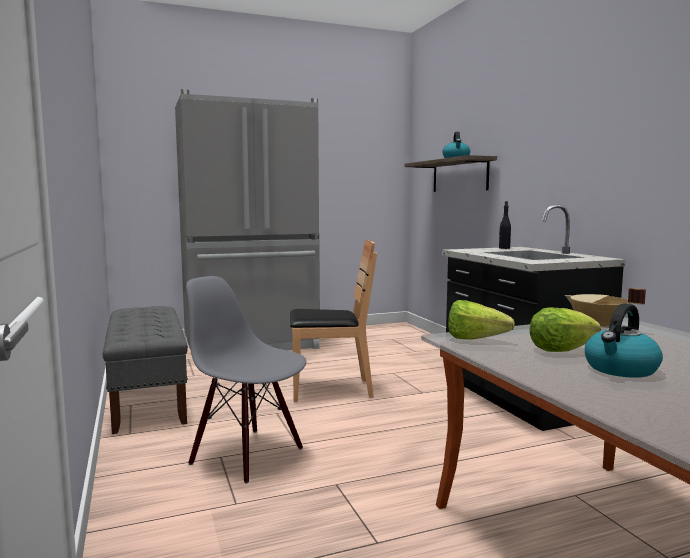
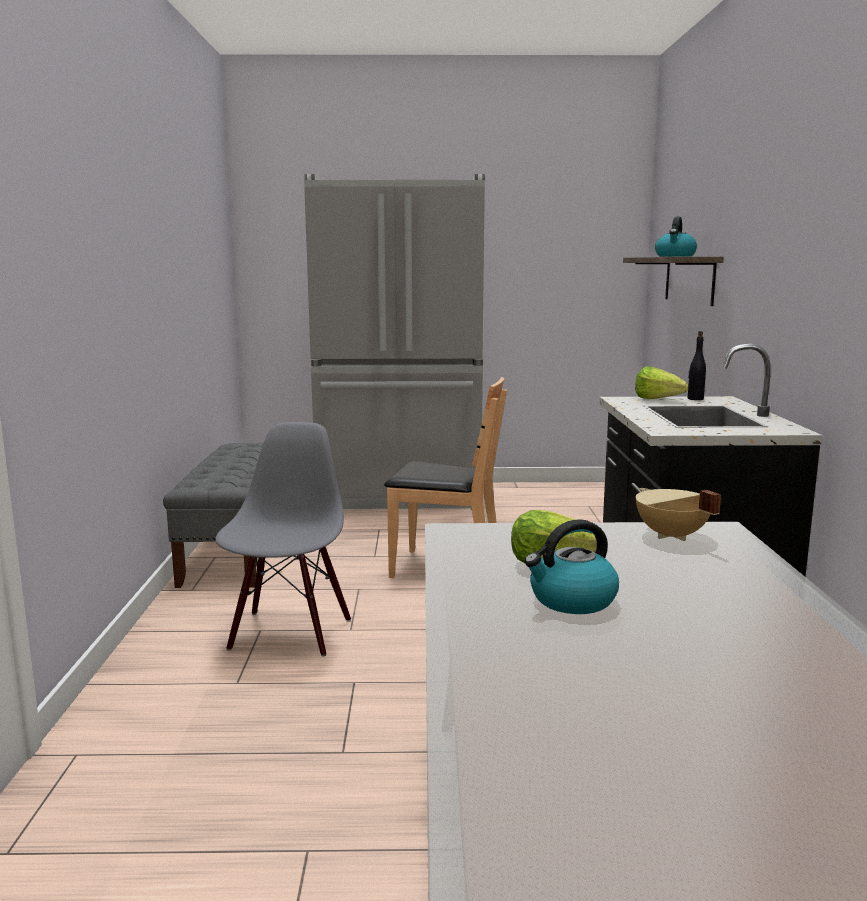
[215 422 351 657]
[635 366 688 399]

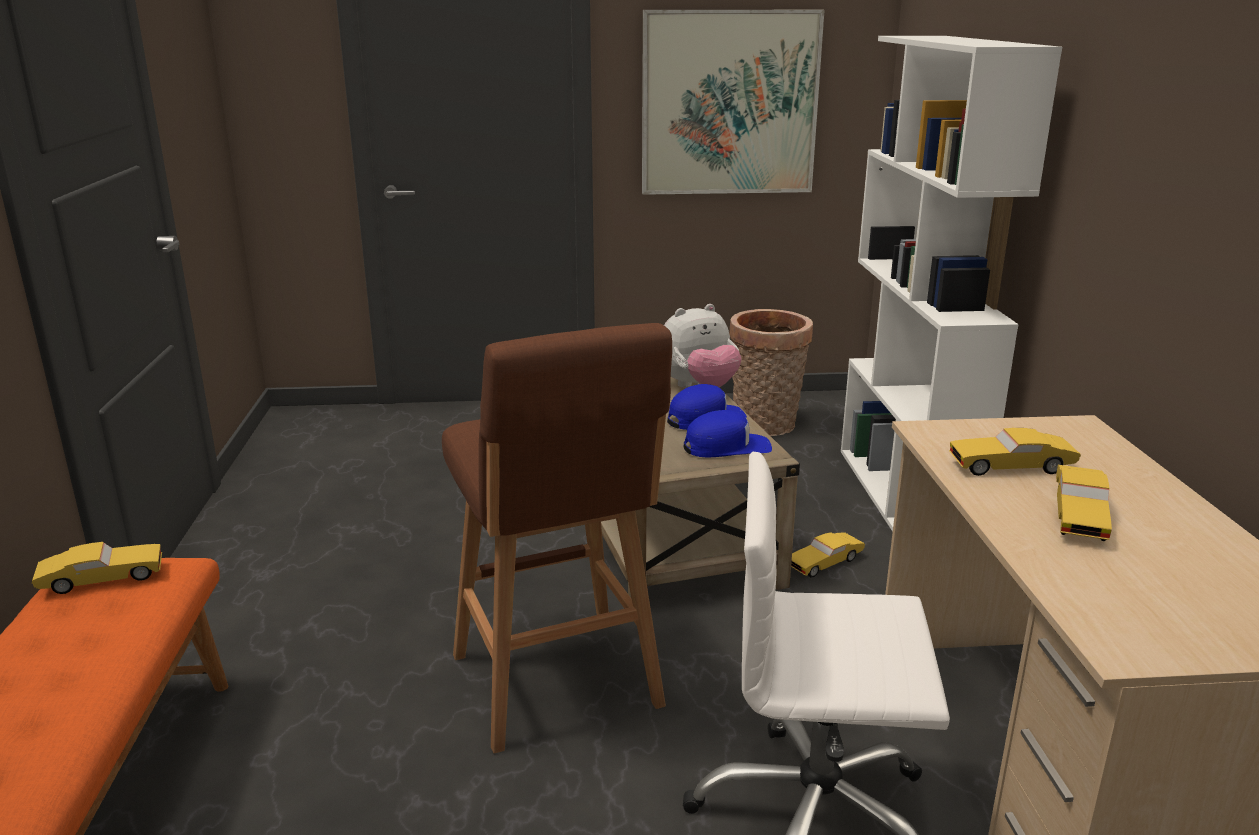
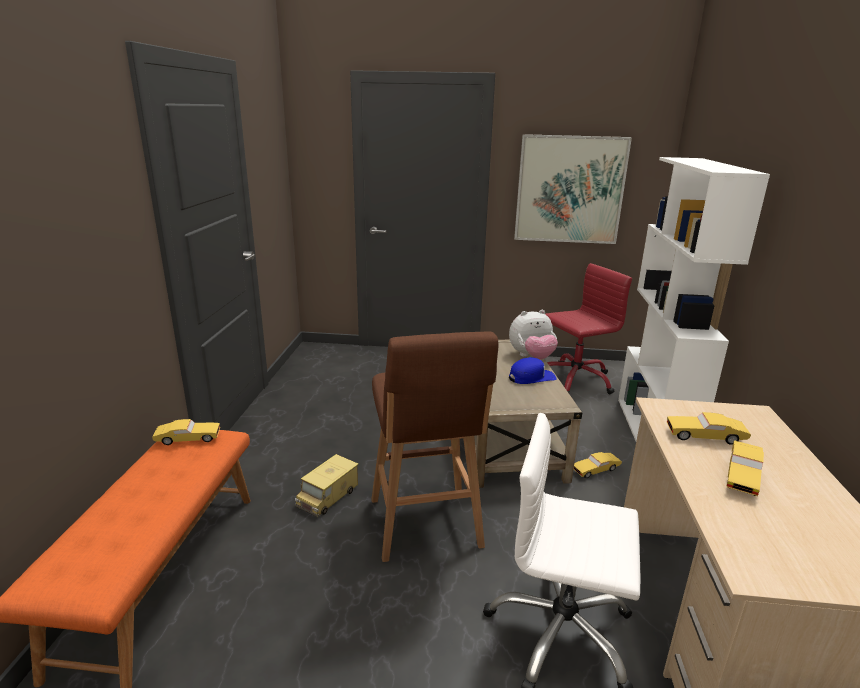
[545 263 632 394]
[684 410 772 457] (first image)
[295 454 359 517]

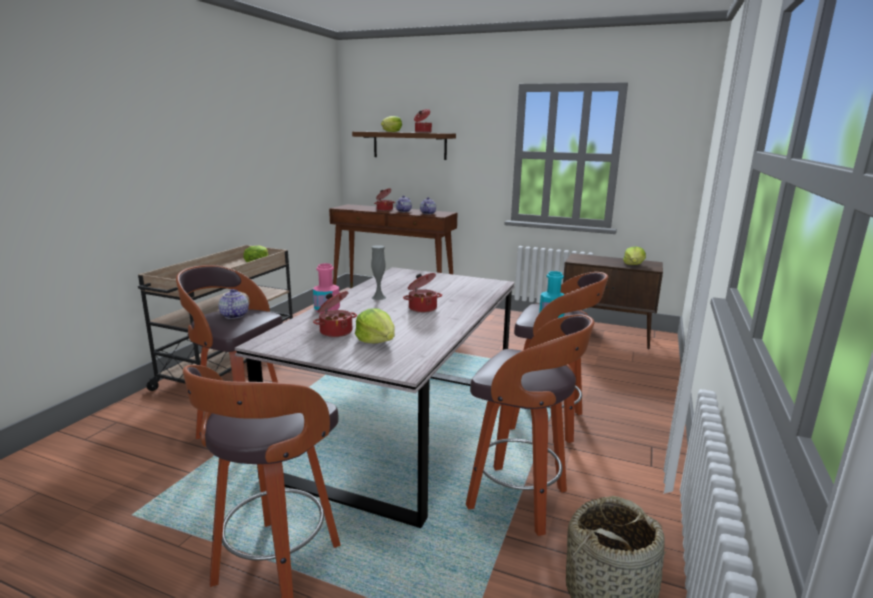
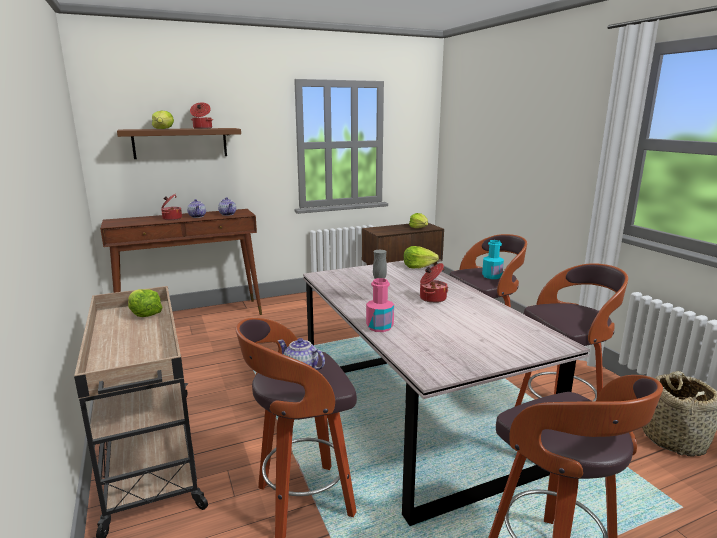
[313 291 357 337] (first image)
[404 246 439 268]

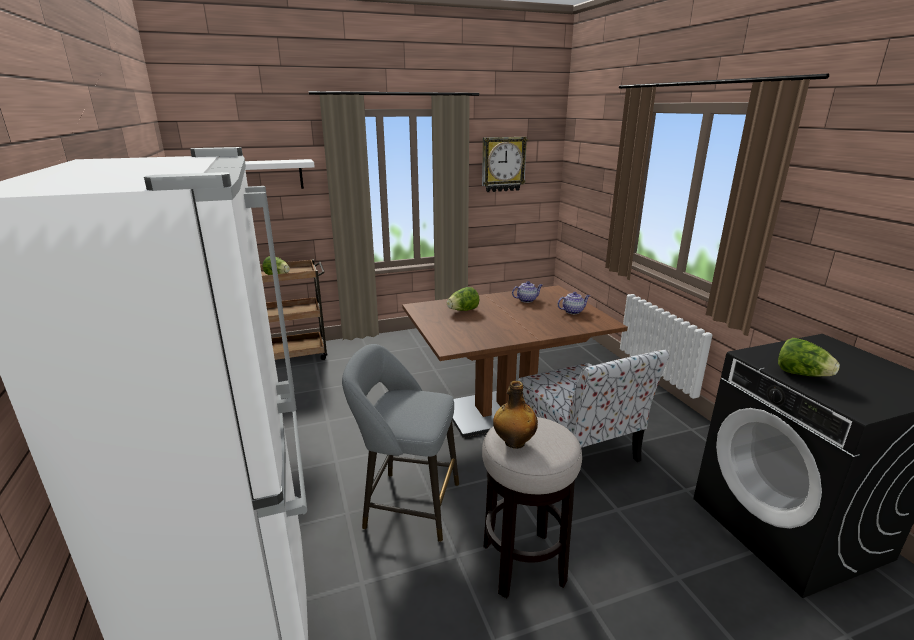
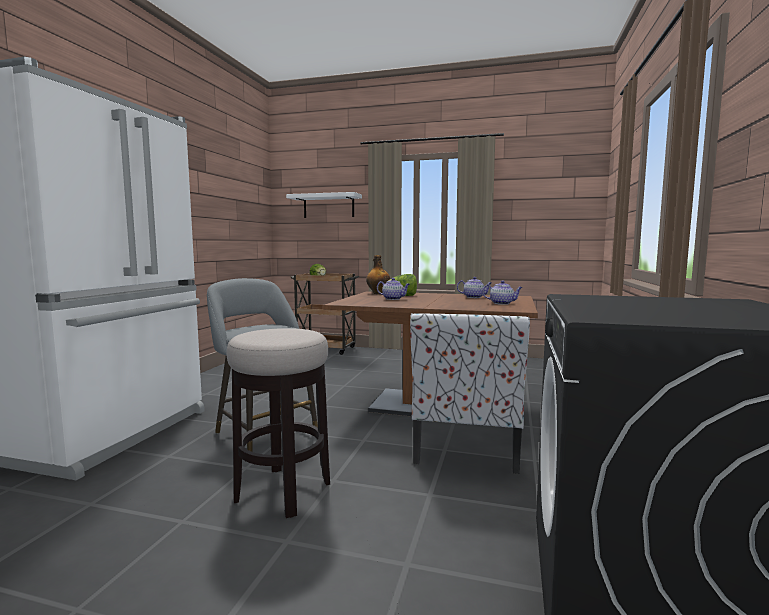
[482 137 528 192] (first image)
[778 338 840 377] (first image)
[366 255 390 294]
[377 278 410 300]

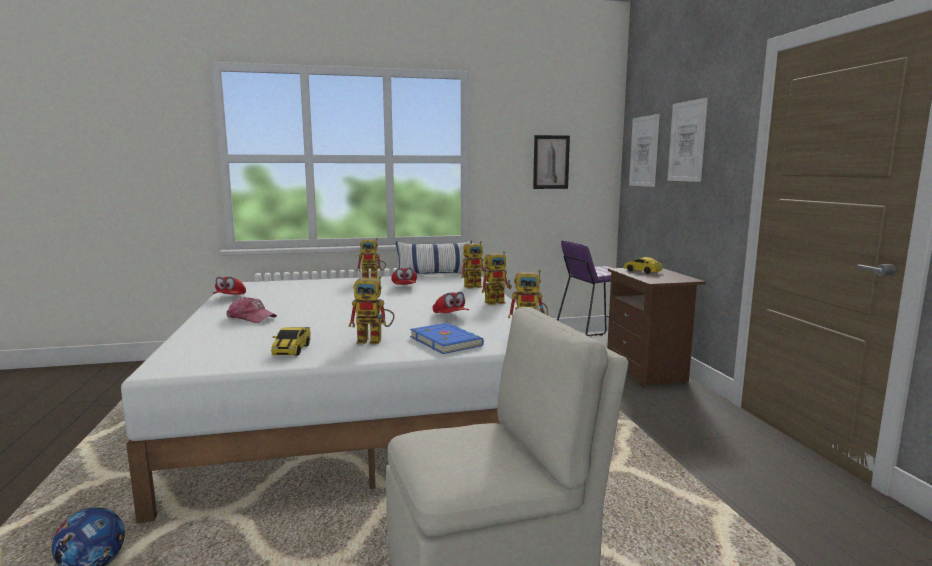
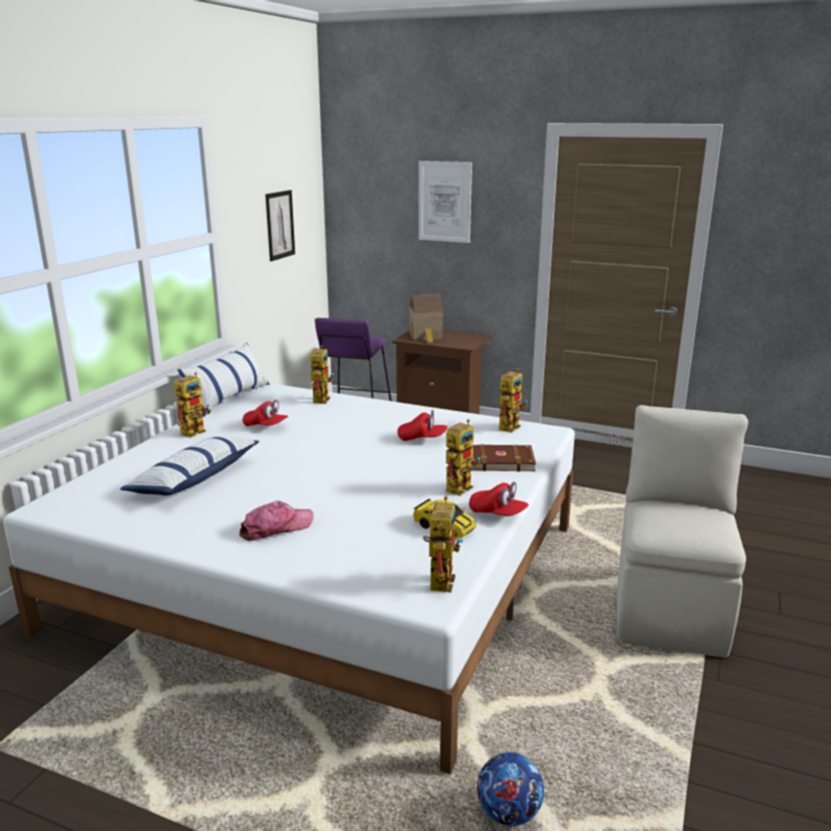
[629 114 660 187] (first image)
[423 496 463 593]
[409 294 443 343]
[469 482 529 516]
[471 444 536 472]
[120 436 259 496]

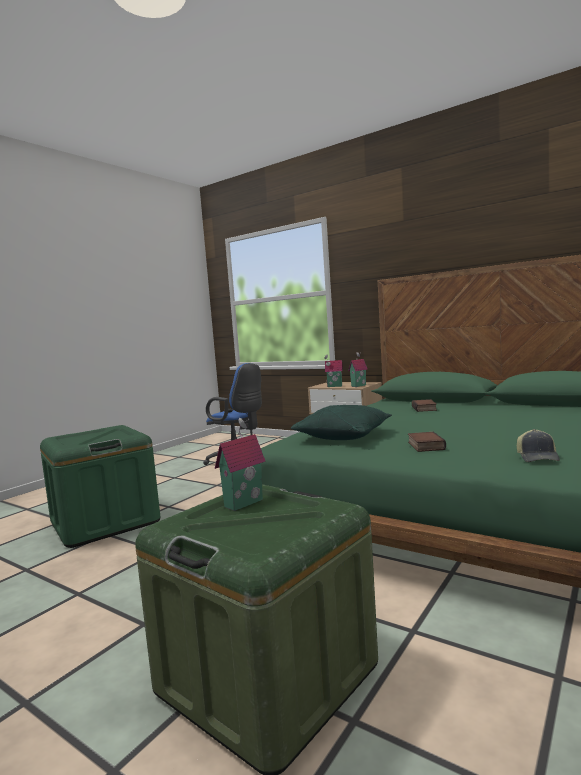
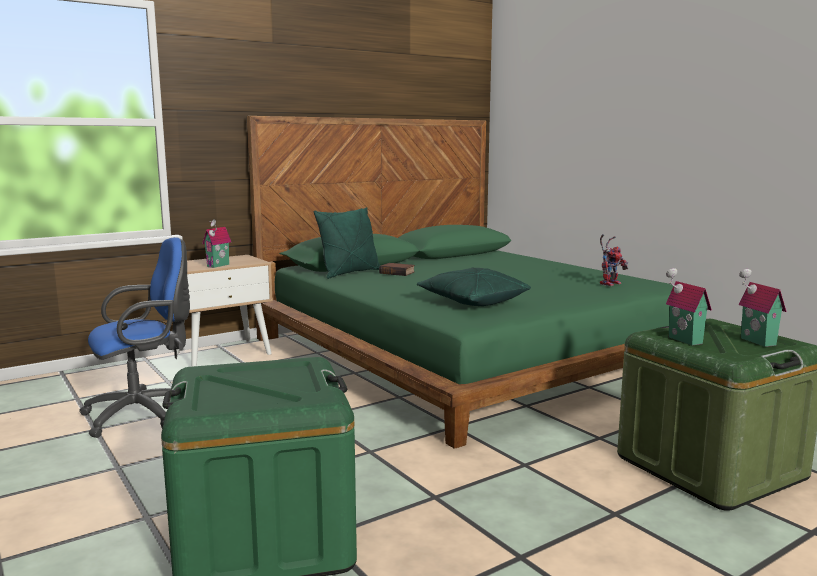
[738 269 786 347]
[600 234 628 286]
[408 432 446 452] (first image)
[314 207 381 279]

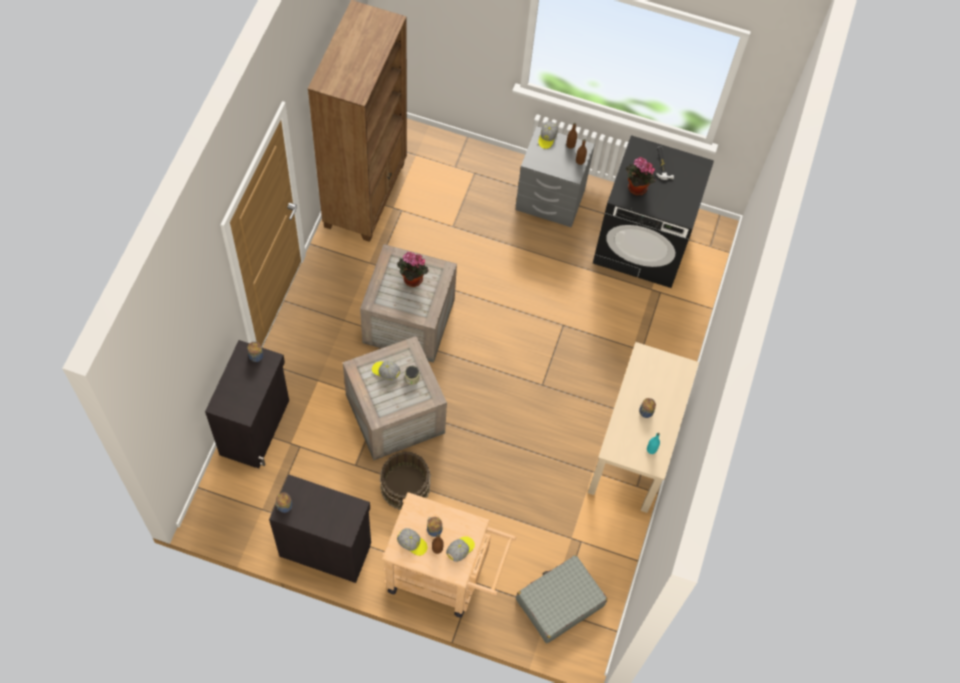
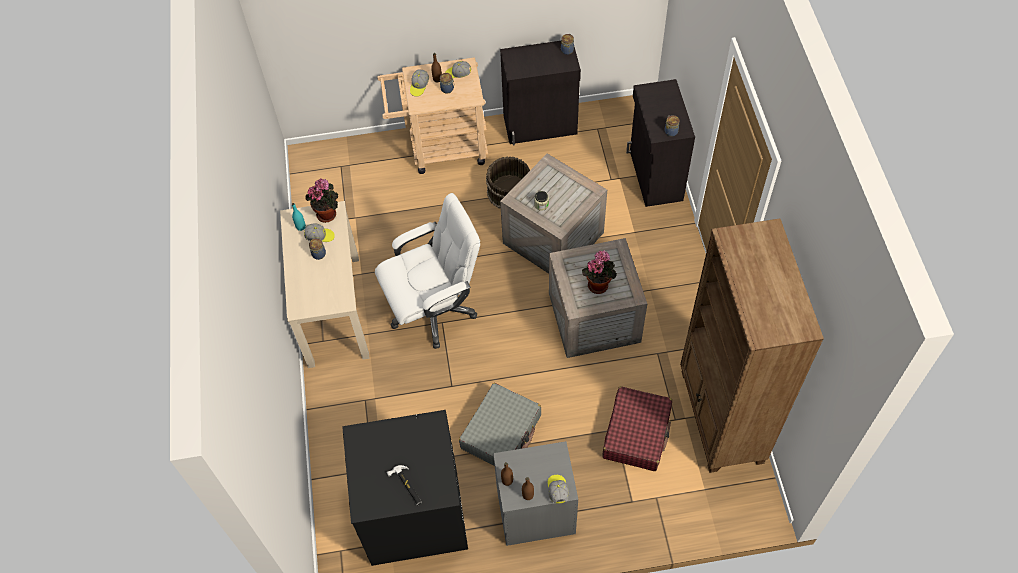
[305 179 338 223]
[304 223 335 242]
[459 383 541 465]
[375 193 480 349]
[602 386 672 471]

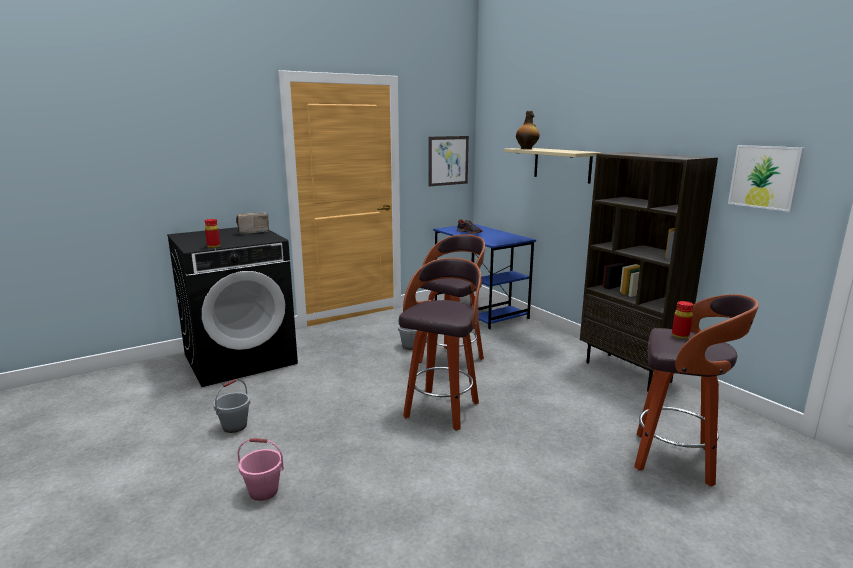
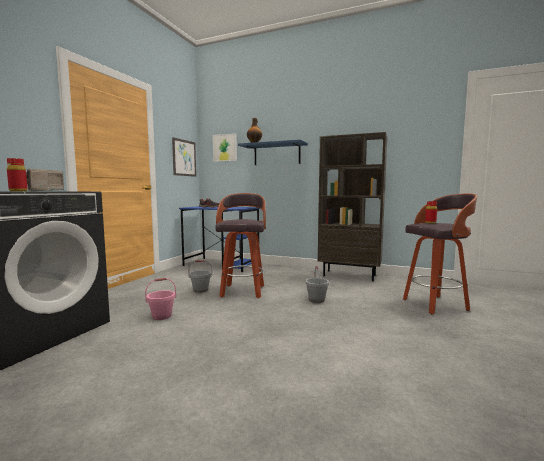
[213 133 237 162]
[238 140 308 165]
[399 258 481 430] (first image)
[305 266 329 303]
[145 278 176 320]

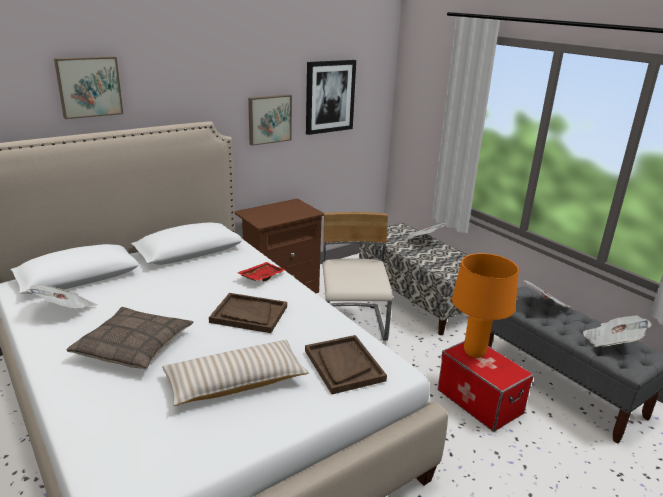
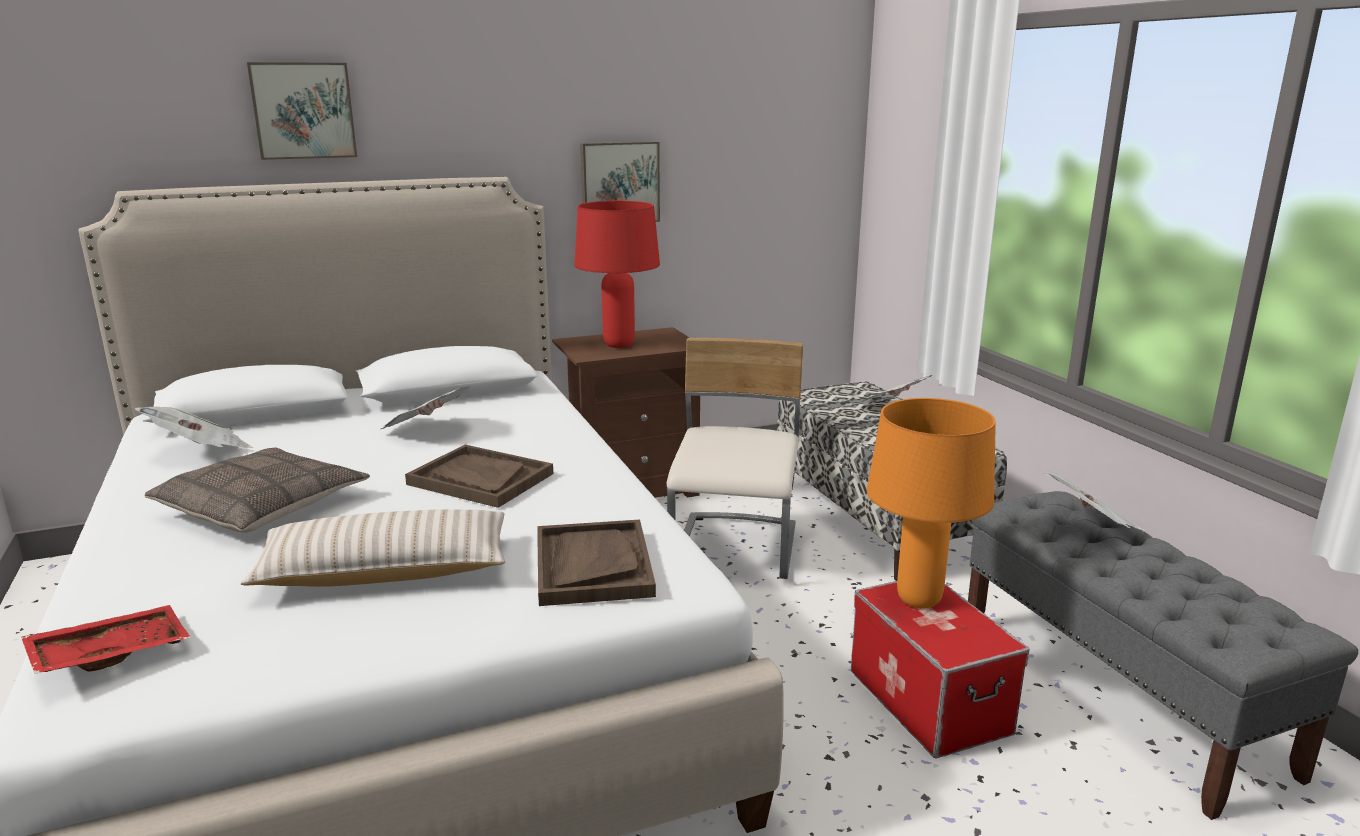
[306 60 356 135] (first image)
[21 605 191 674]
[381 386 469 429]
[574 201 660 348]

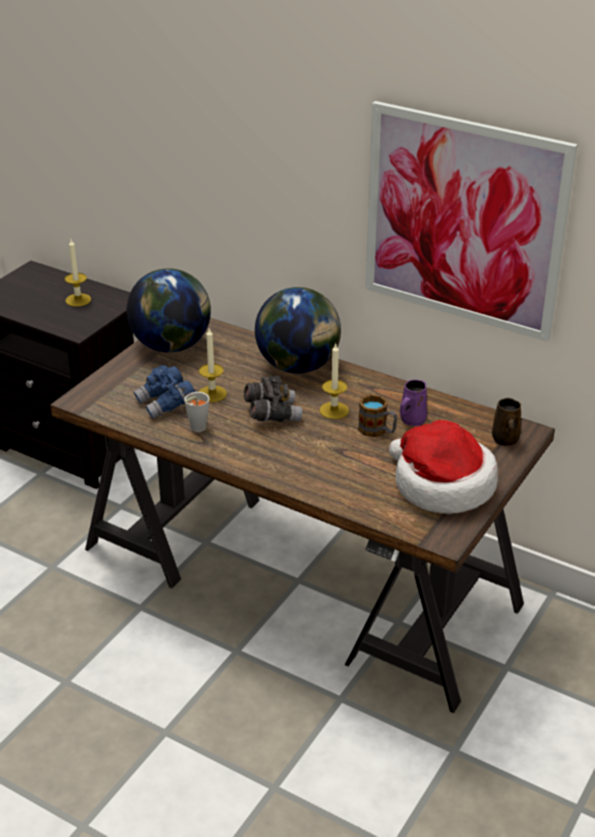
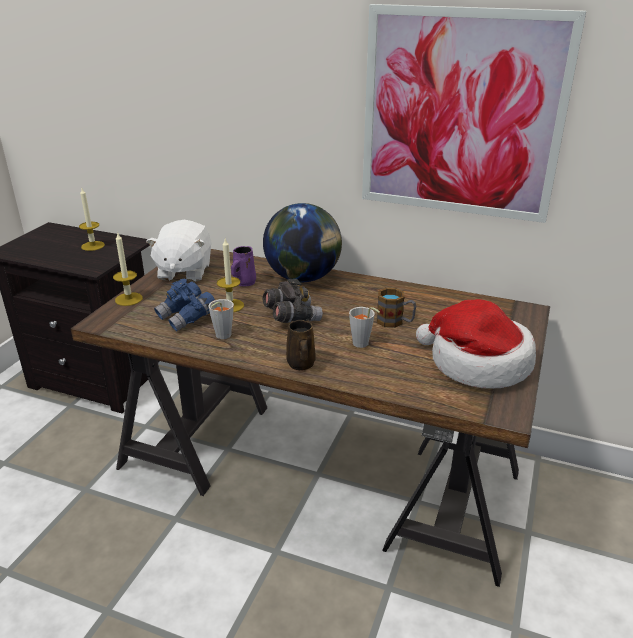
[146 220 211 282]
[113 233 143 306]
[231 246 256 286]
[286 320 316 370]
[349 307 380 348]

